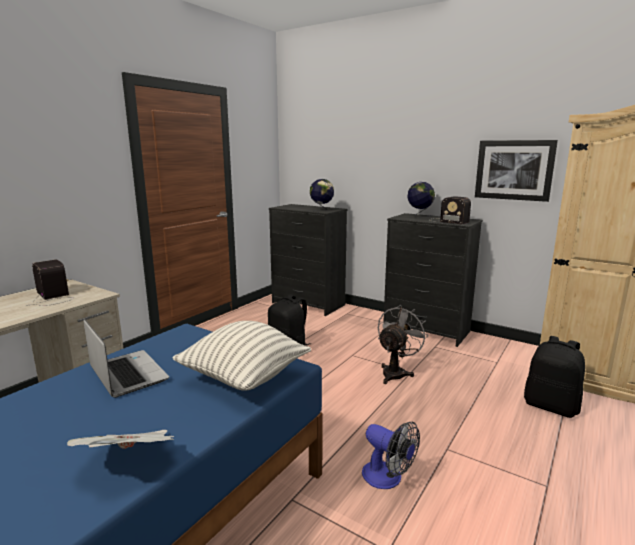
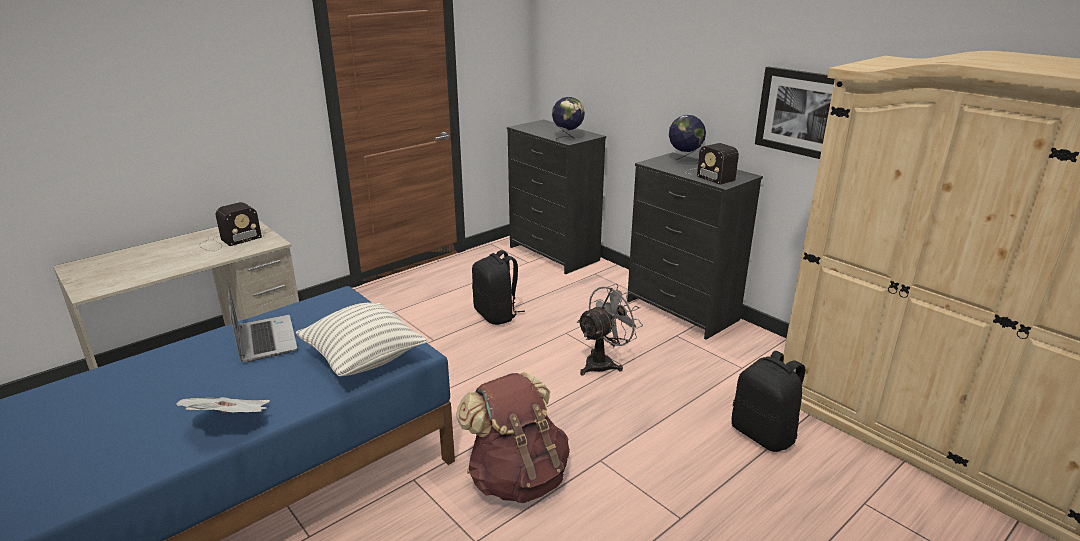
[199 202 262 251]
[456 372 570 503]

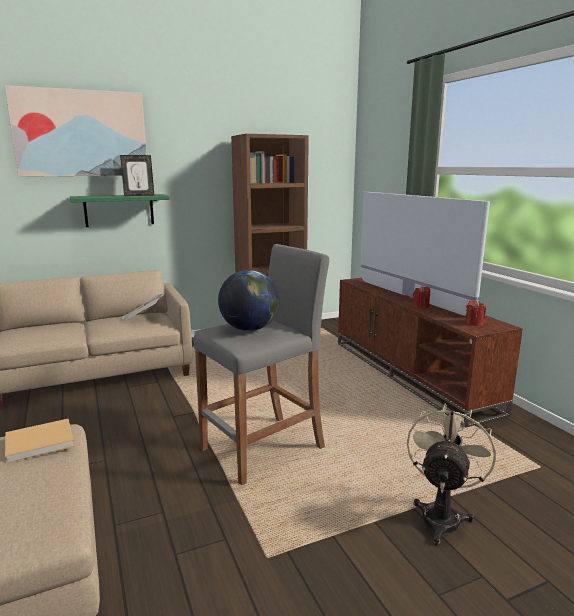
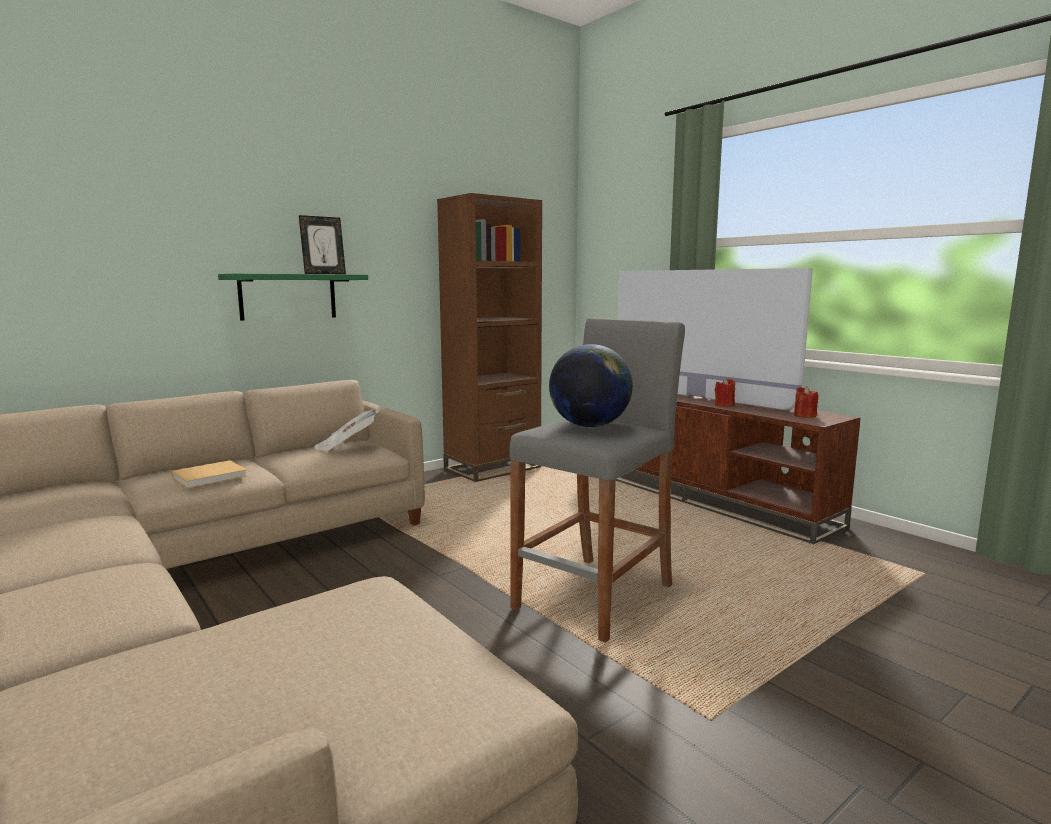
[4 85 147 177] (first image)
[407 403 496 546] (first image)
[171 460 247 488]

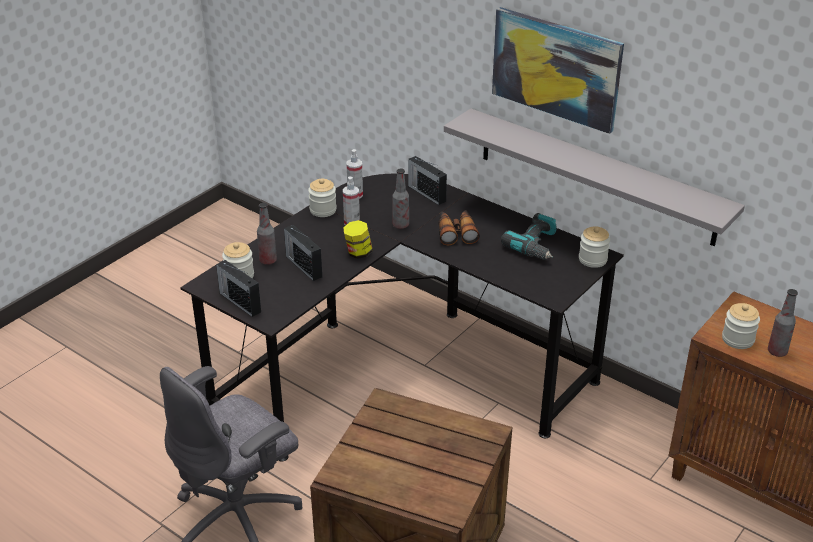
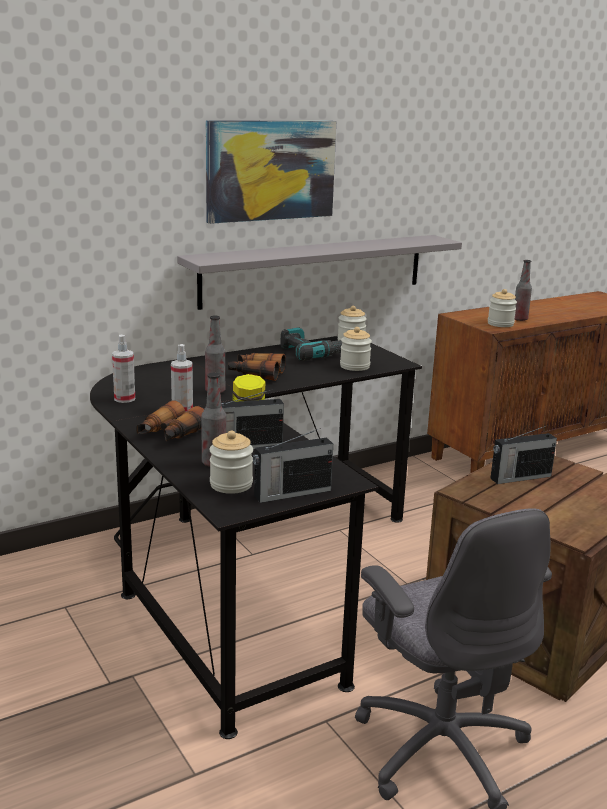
[490 425 557 484]
[340 327 372 371]
[136 400 204 441]

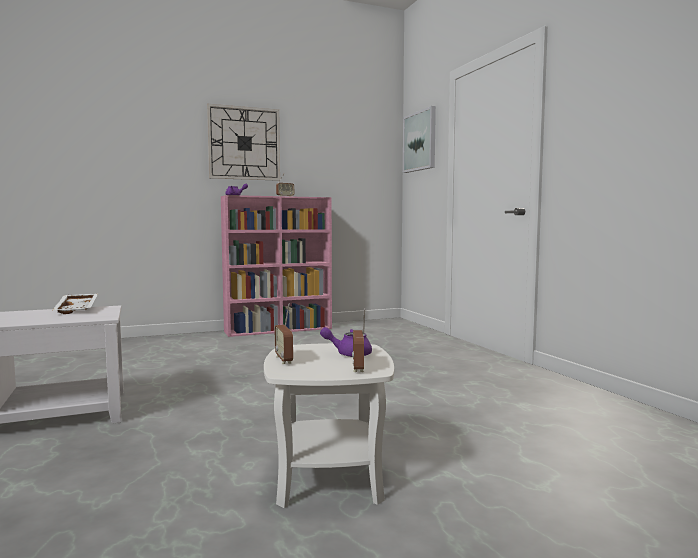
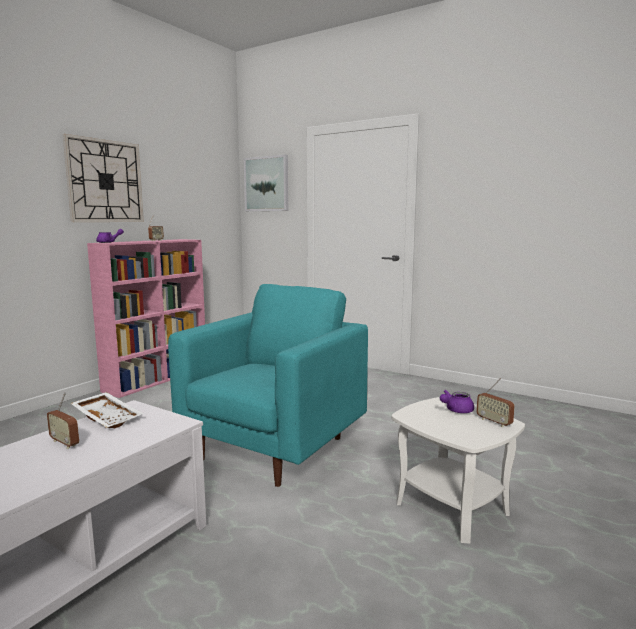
[47 392 79 449]
[168 284 368 487]

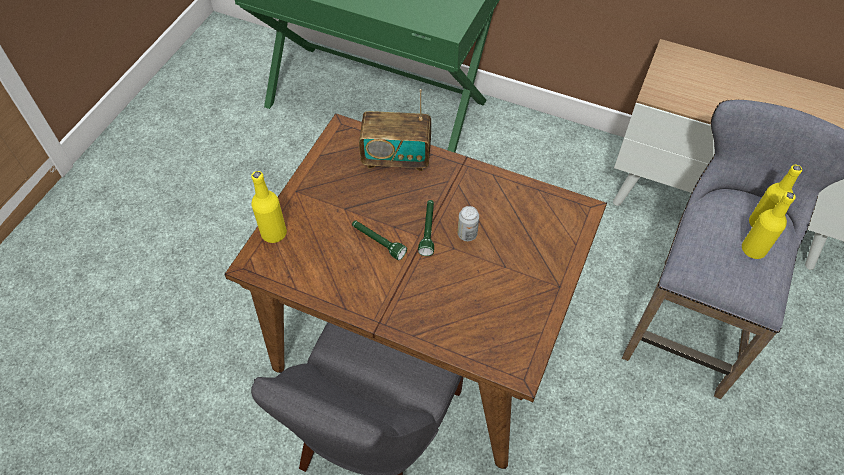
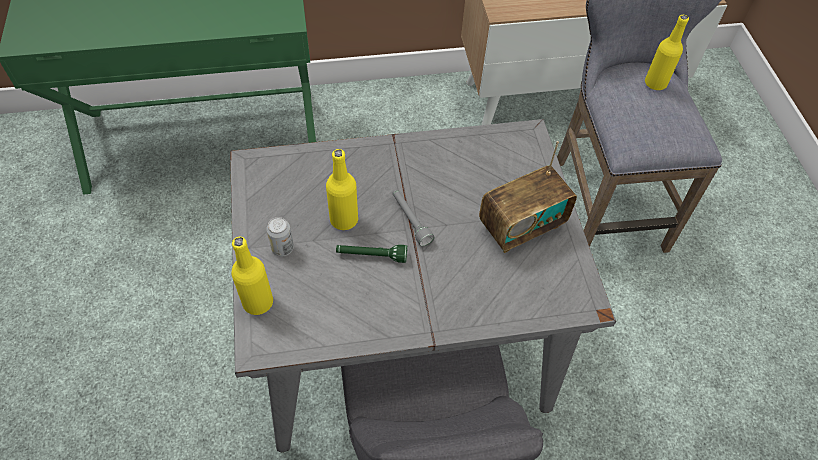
[479 141 577 253]
[230 119 616 452]
[326 149 358 230]
[392 189 435 246]
[266 217 294 257]

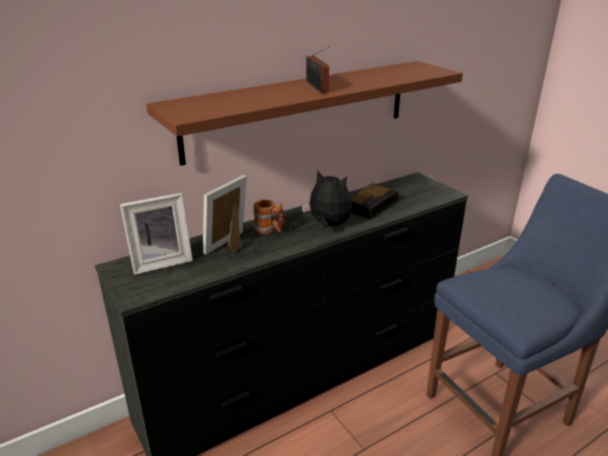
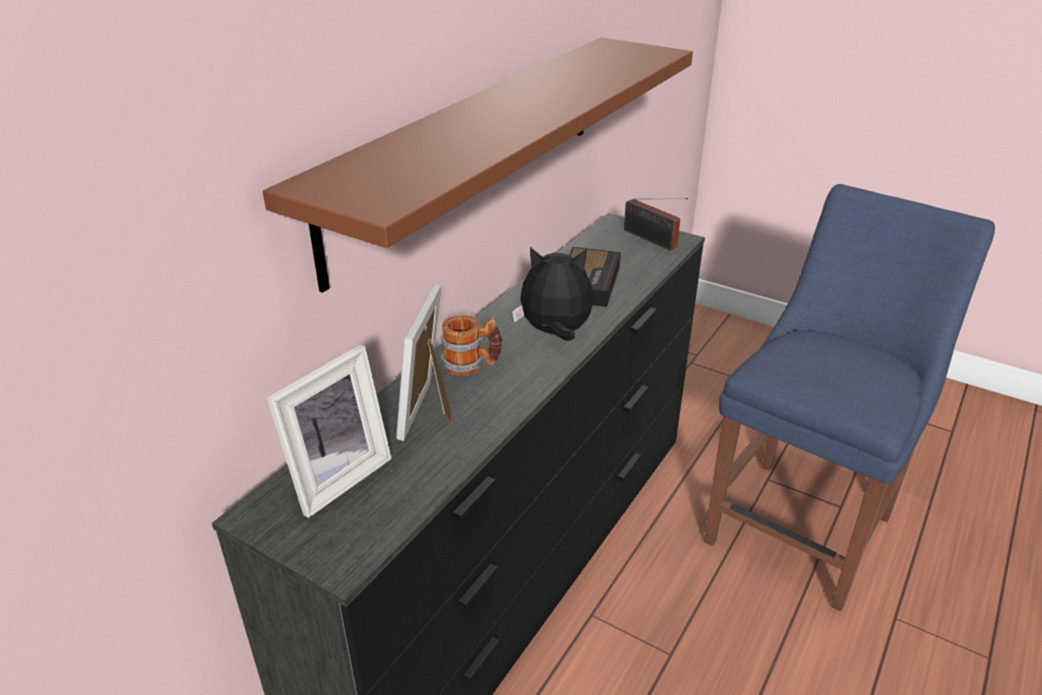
[624 198 688 250]

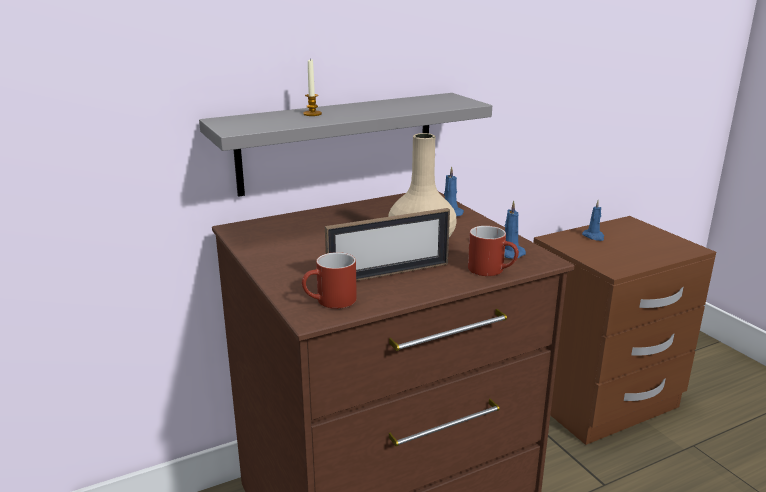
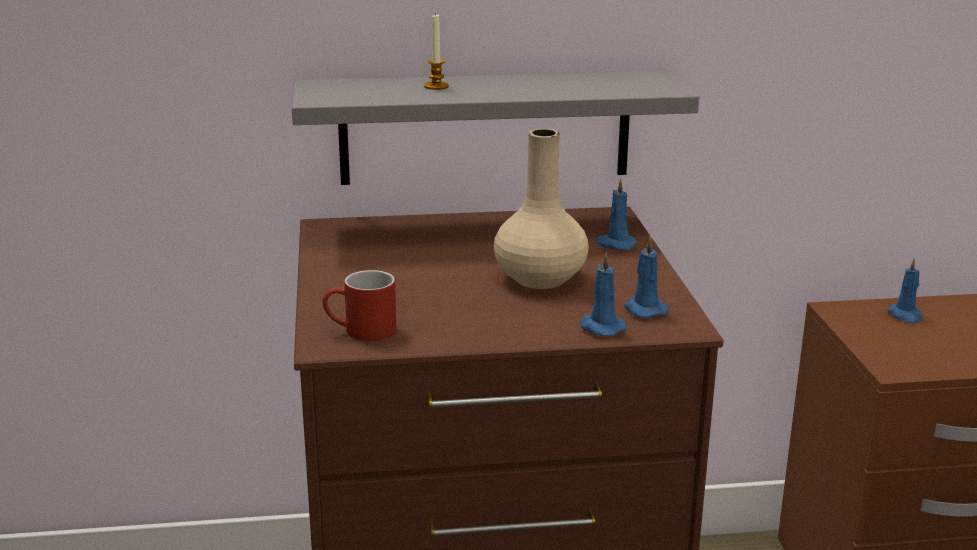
[325 208 450 281] (first image)
[580 252 626 337]

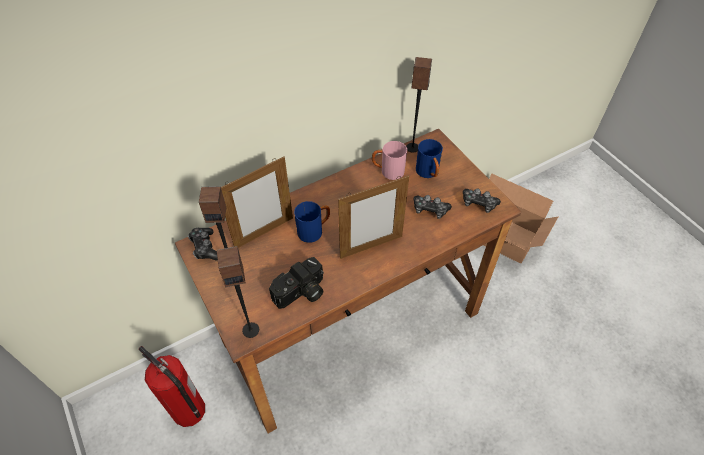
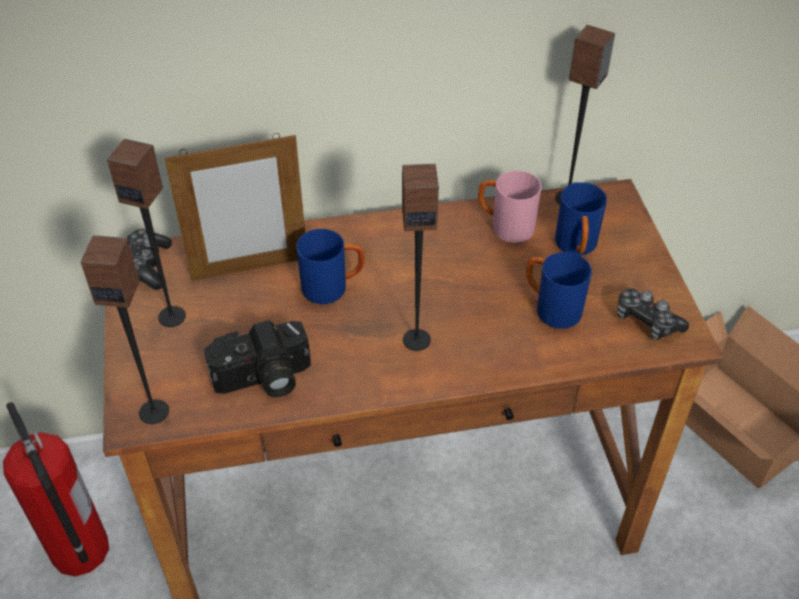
[402 164 439 351]
[526 252 592 329]

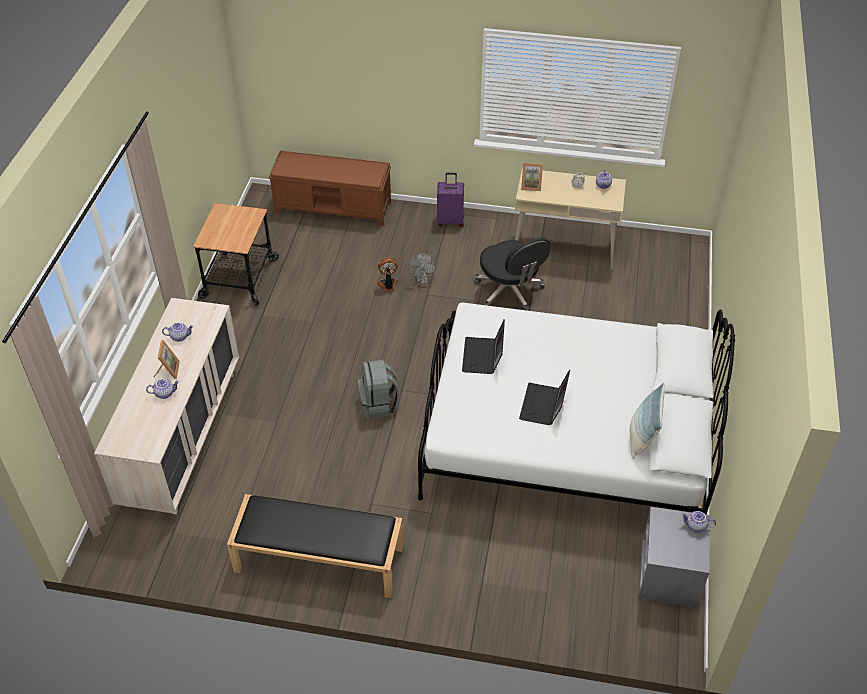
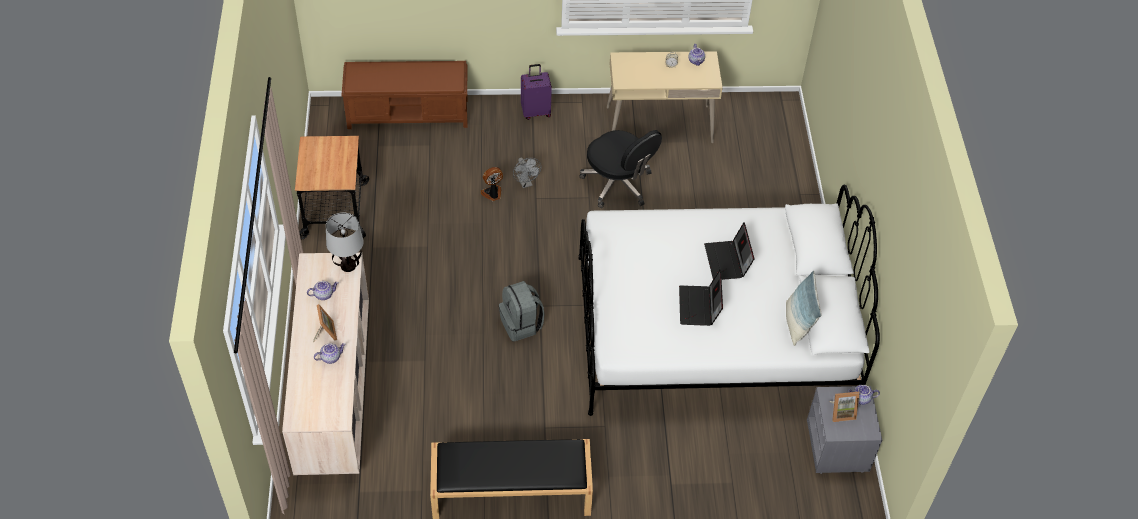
[829 392 860 422]
[704 222 755 280]
[326 212 364 272]

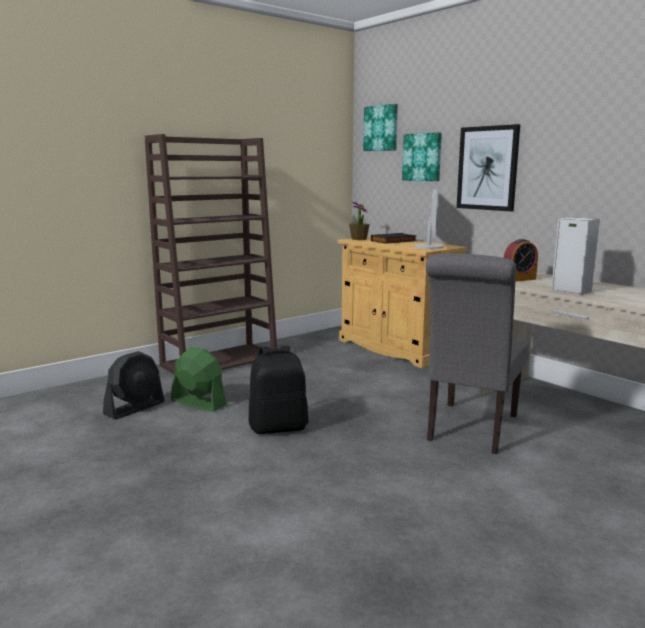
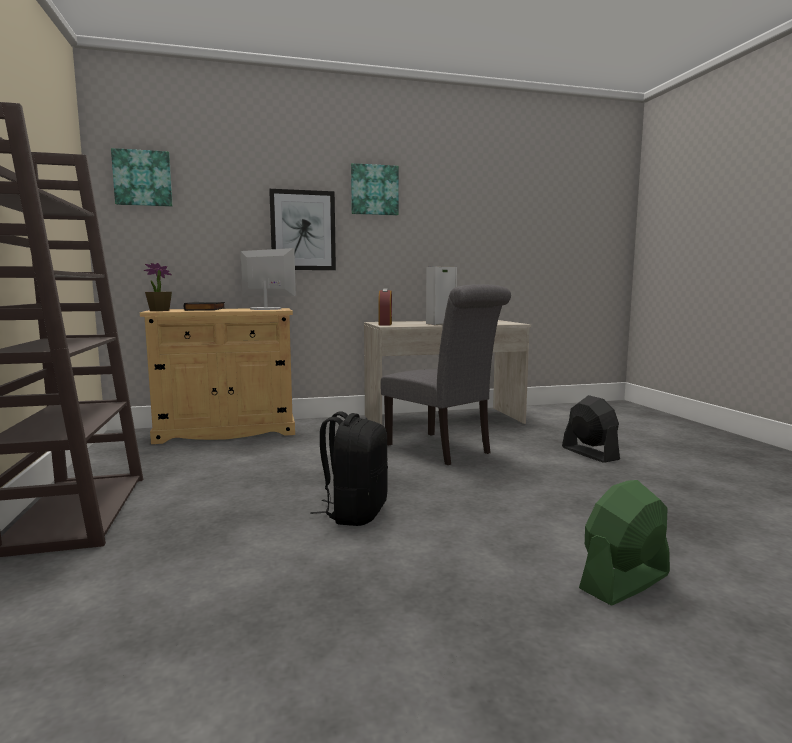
[351 163 399 216]
[579 480 670 605]
[562 395 620 463]

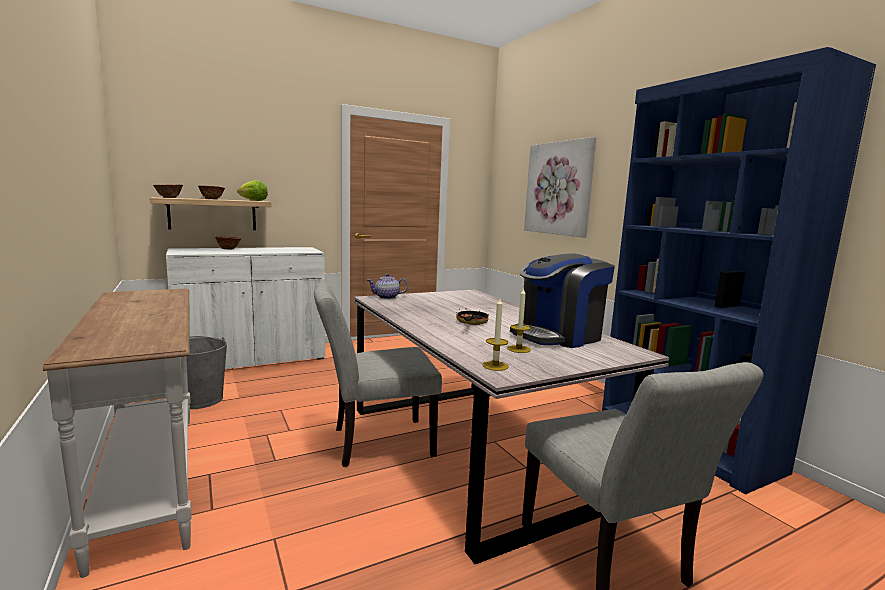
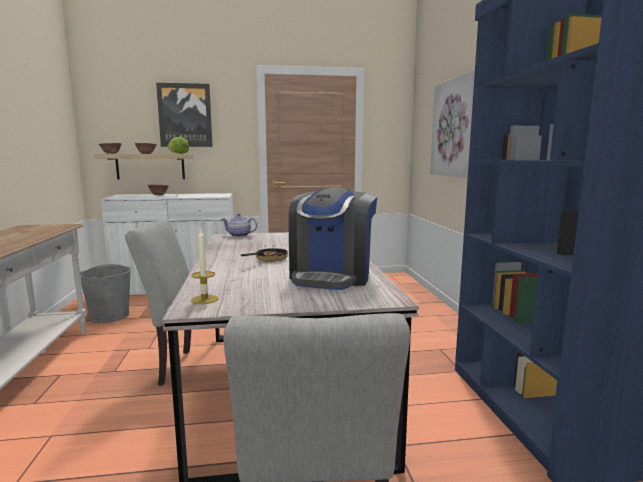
[288 187 377 290]
[507 287 531 353] (first image)
[156 83 213 147]

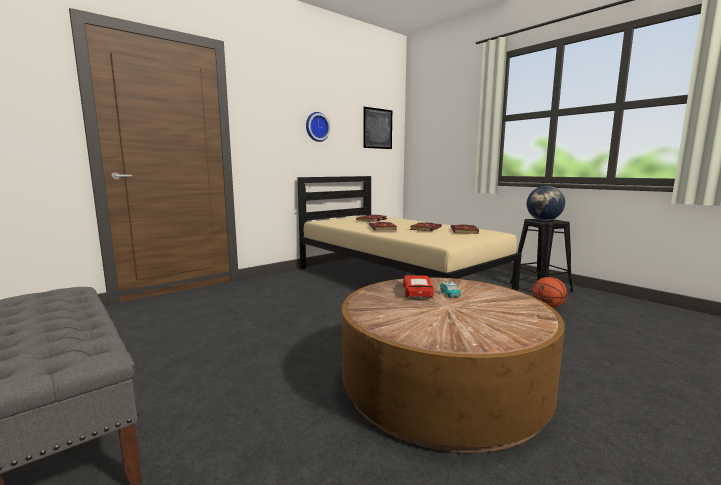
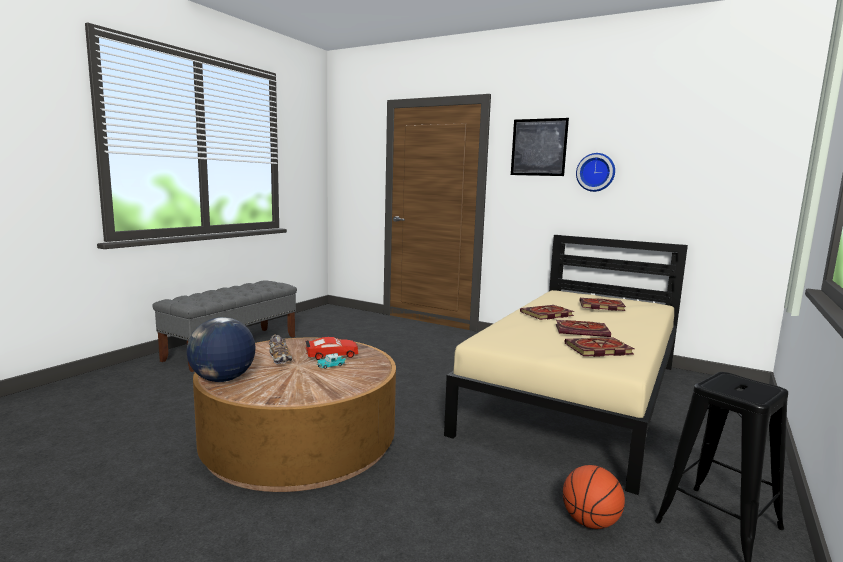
[511 118 569 176]
[187 317 256 382]
[269 334 292 364]

